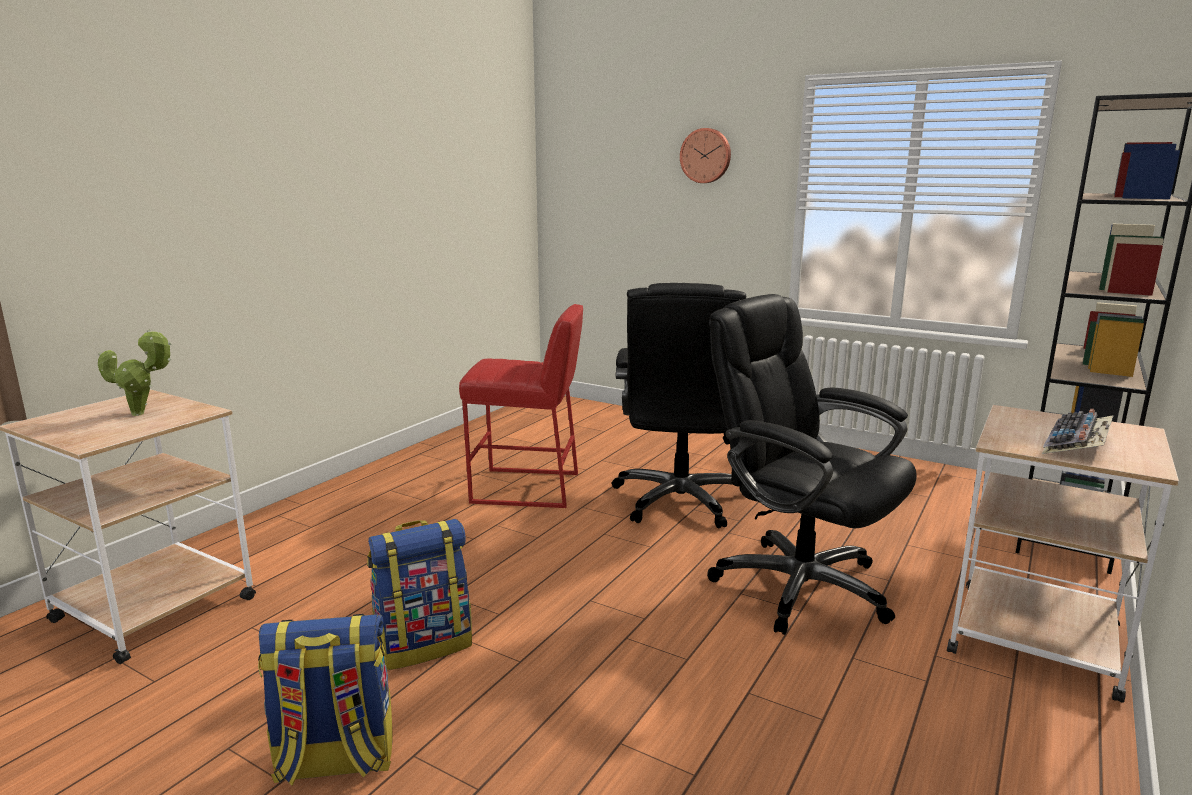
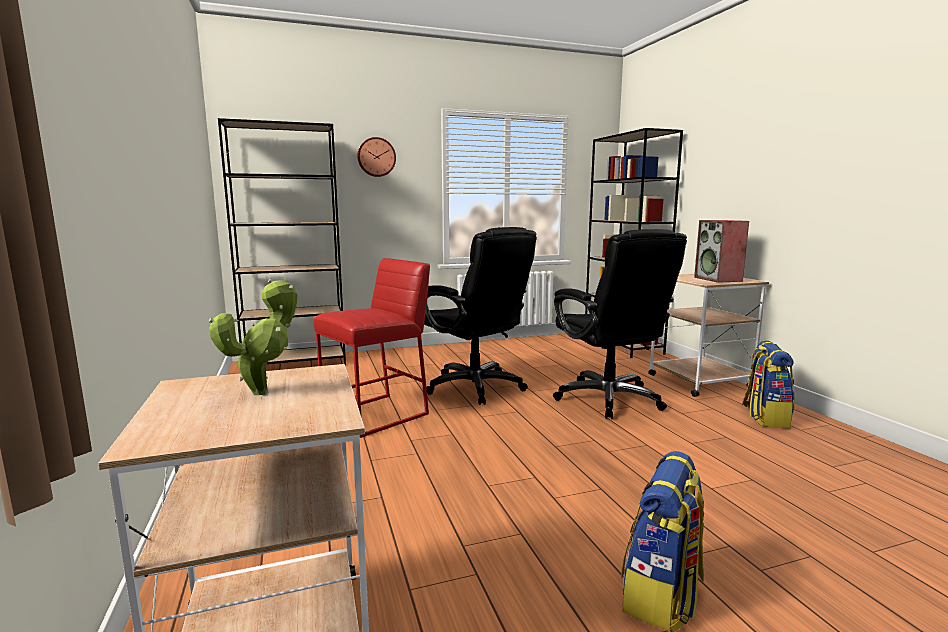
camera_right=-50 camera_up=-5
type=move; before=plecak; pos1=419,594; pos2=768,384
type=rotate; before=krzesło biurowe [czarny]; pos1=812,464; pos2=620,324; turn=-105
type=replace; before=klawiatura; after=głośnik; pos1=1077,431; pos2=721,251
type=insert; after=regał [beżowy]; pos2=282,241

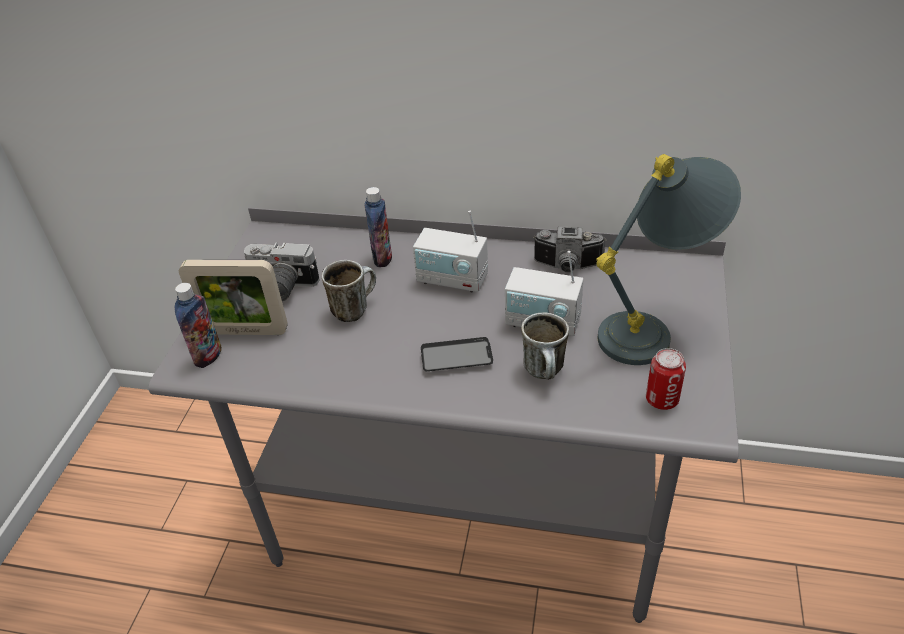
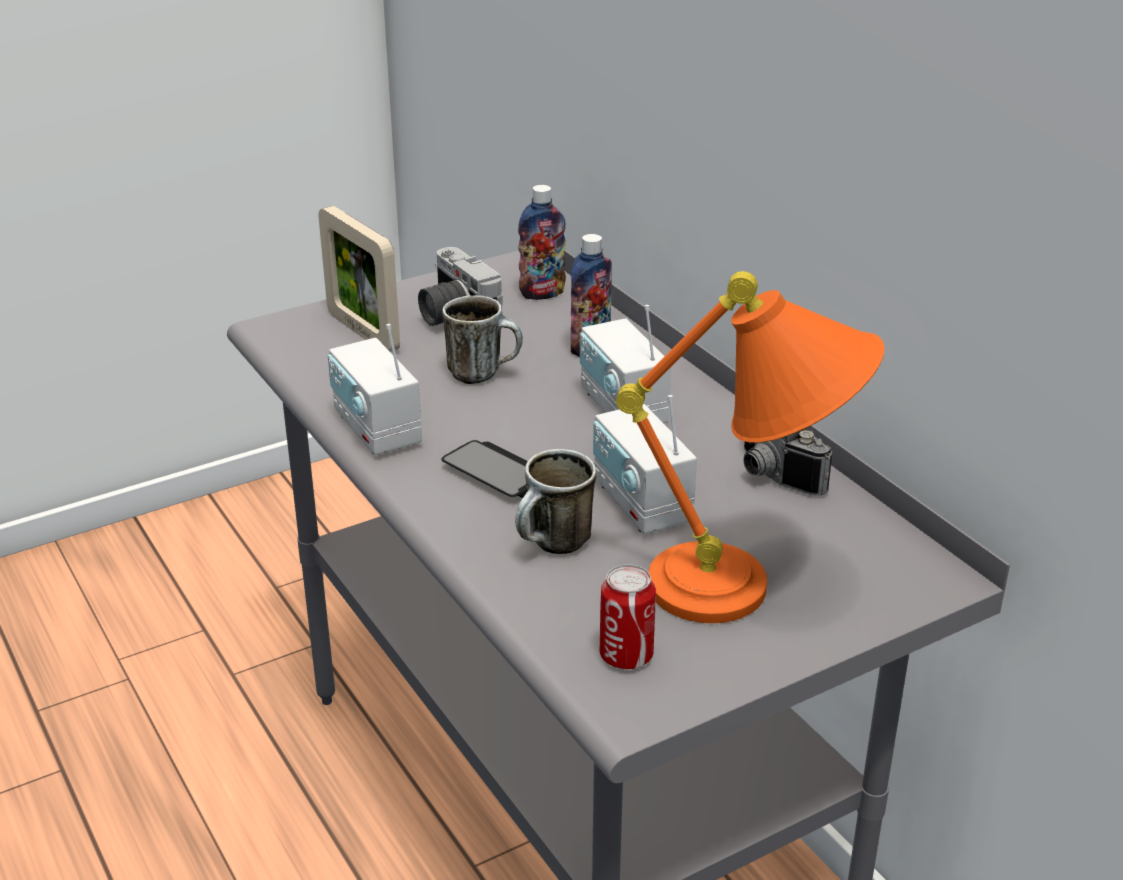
camera_right=45 camera_up=-10
type=move; before=butelka; pos1=198,325; pos2=542,242
type=recolor; before=lampa stołowa [szary]; after=lampa stołowa [pomarańczowy]; pos1=668,259; pos2=750,447
type=insert; after=radio; pos2=375,389

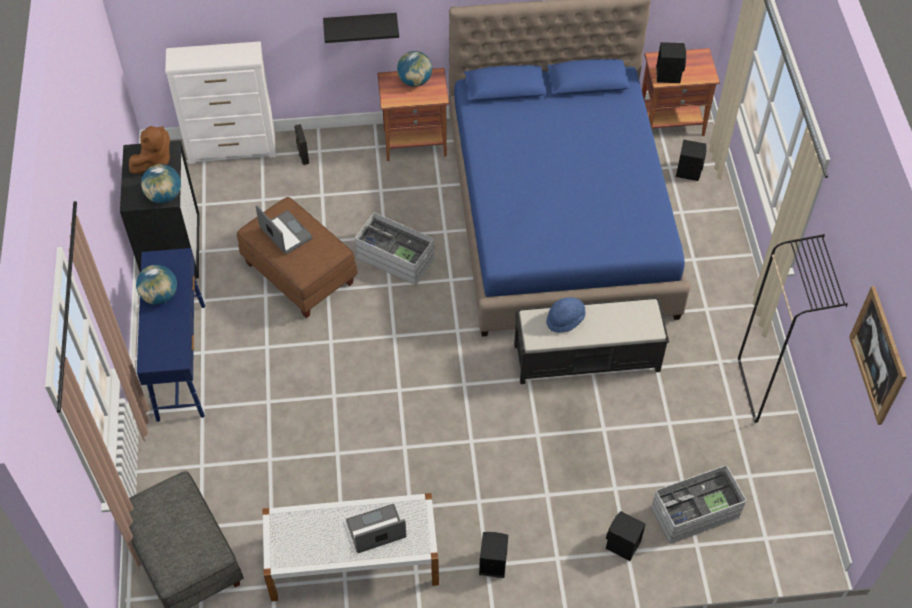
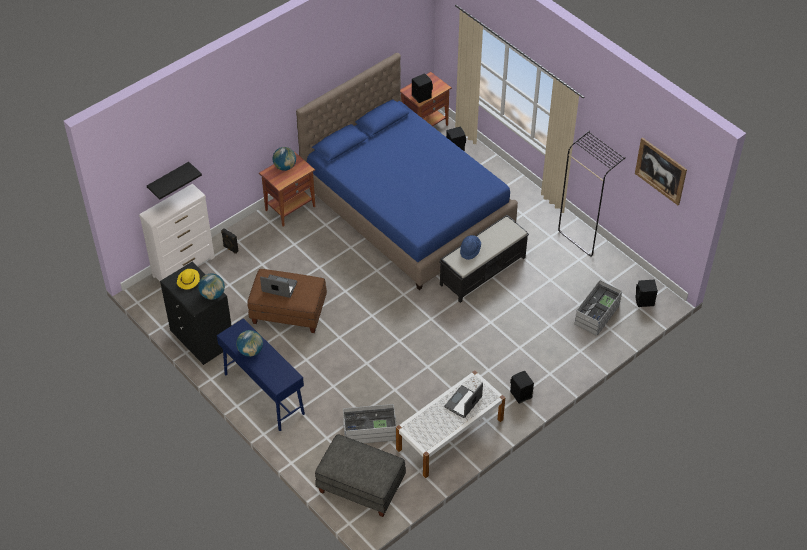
camera_right=-35 camera_up=-5
type=replace; before=pluszak [brązowy]; after=kapelusz [żółty]; pos1=149,150; pos2=188,279
type=move; before=półka [czarny]; pos1=361,28; pos2=174,181
type=move; before=pojemnik do przechowywania [szary]; pos1=395,249; pos2=369,423
type=move; before=głośnik [czarny]; pos1=626,536; pos2=647,293

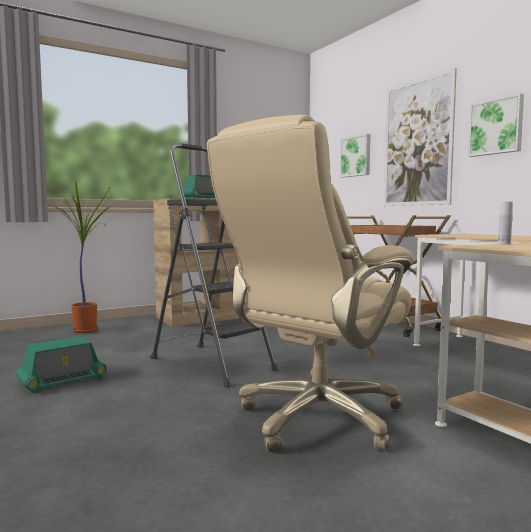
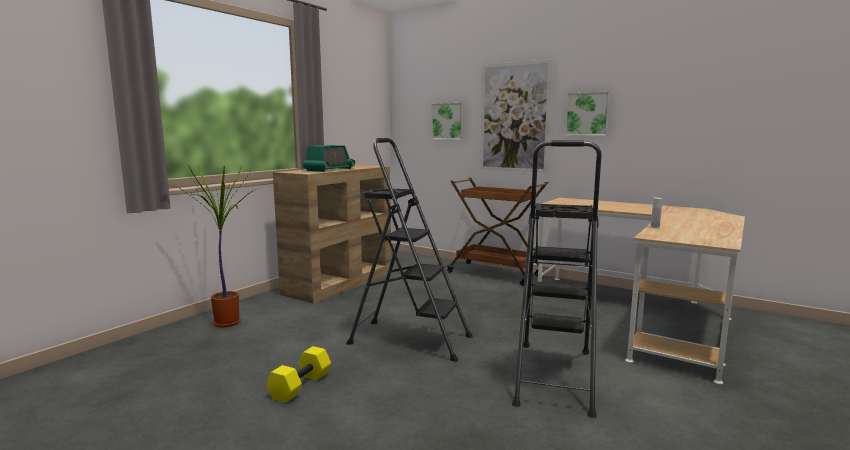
camera_right=-25 camera_up=5
type=replace; before=radio; after=hantel [żółty]; pos1=61,364; pos2=298,374
type=replace; before=krzesło biurowe [beżowy]; after=drabinka; pos1=310,284; pos2=556,279

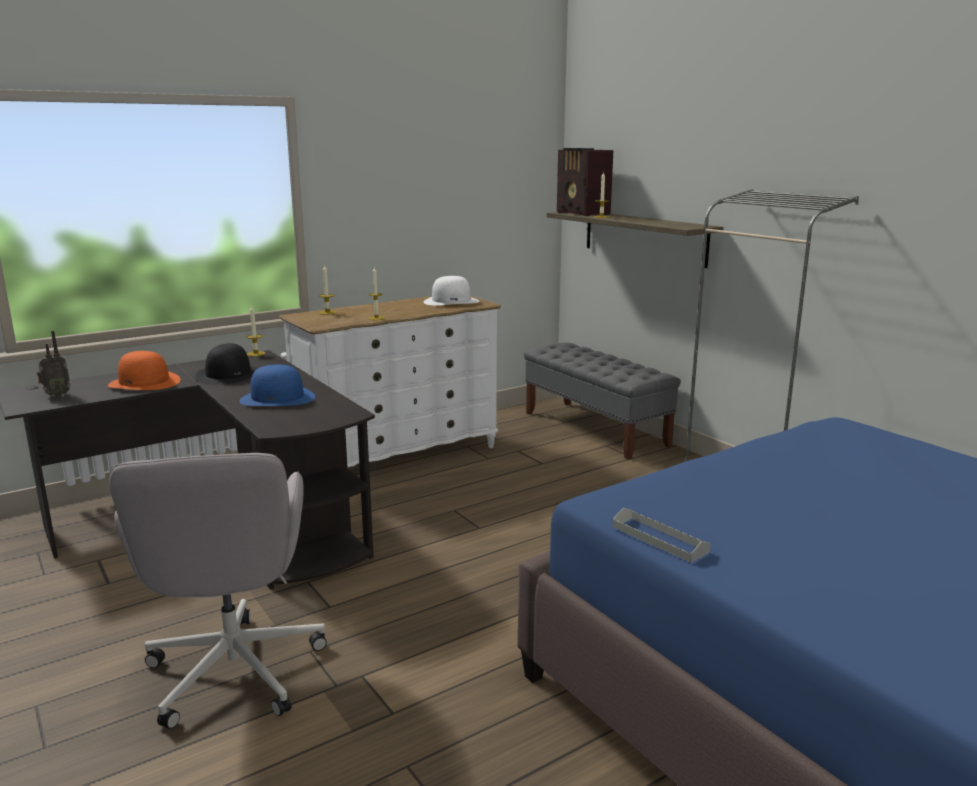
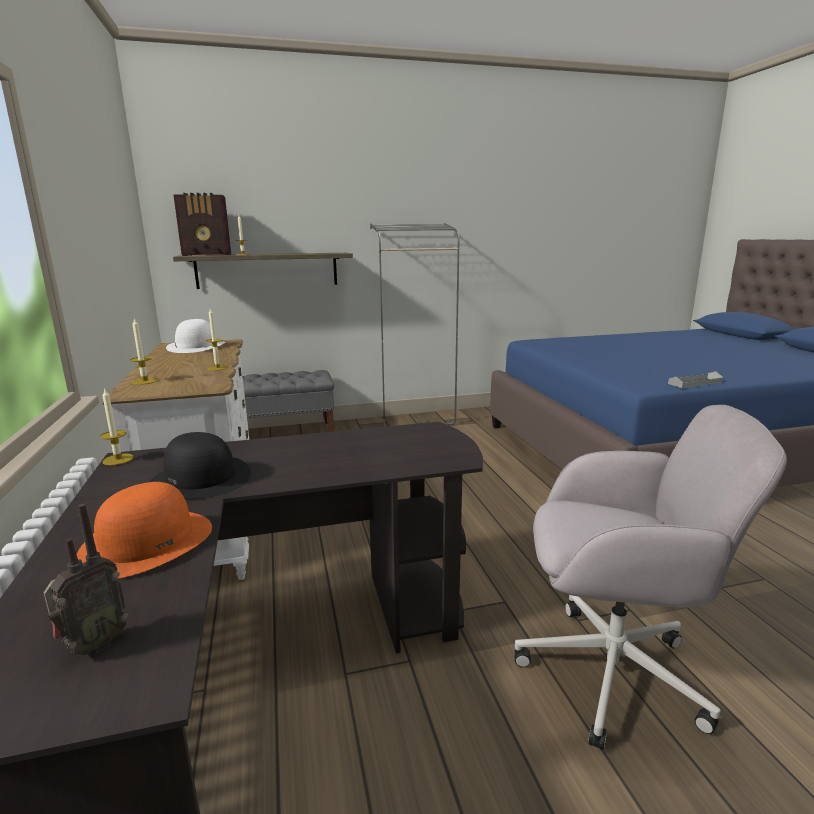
camera_right=-70 camera_up=0
type=rotate; before=radio; pos1=53,364; pos2=85,579; turn=45
type=delete; before=kapelusz [niebieski]; pos1=277,385

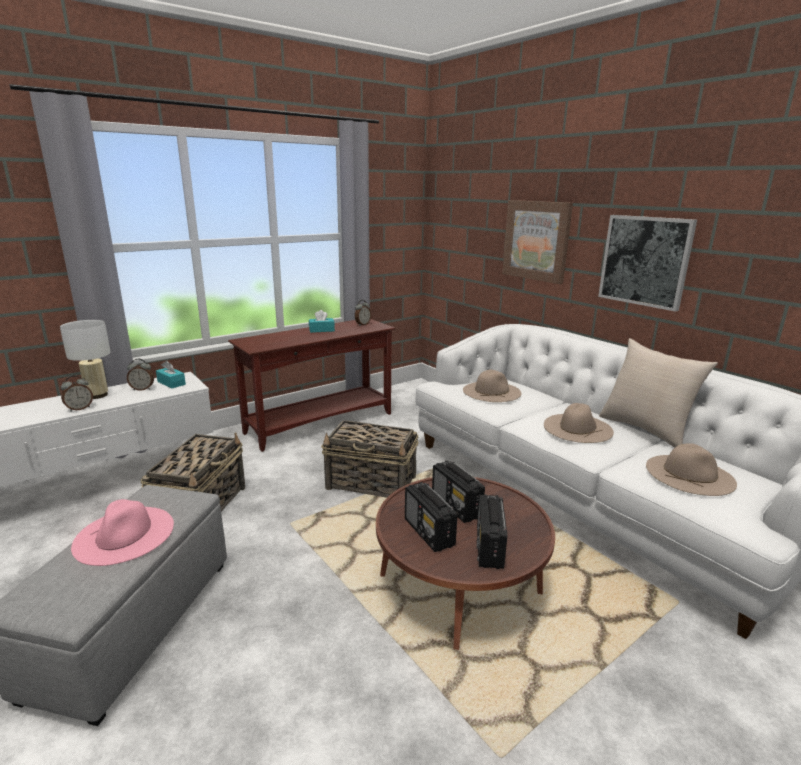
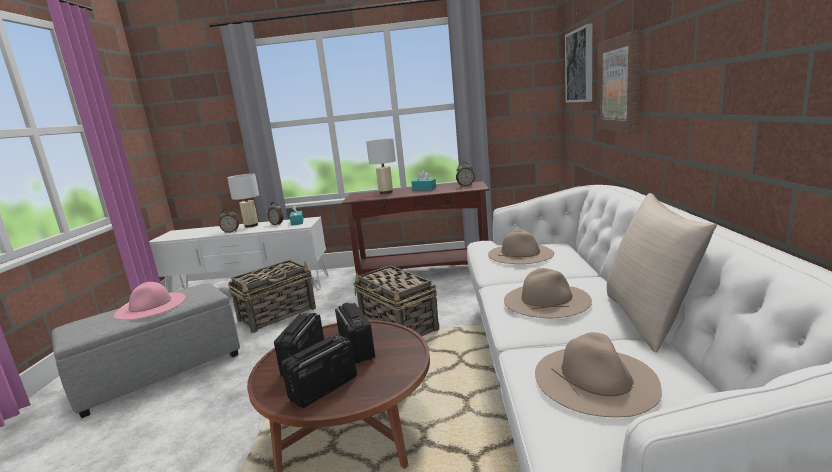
camera_right=40 camera_up=-5
type=rotate; before=radio; pos1=458,492; pos2=355,333; turn=150
type=move; before=obraz; pos1=647,263; pos2=578,62
type=insert; after=lampa stołowa [biały]; pos2=381,166

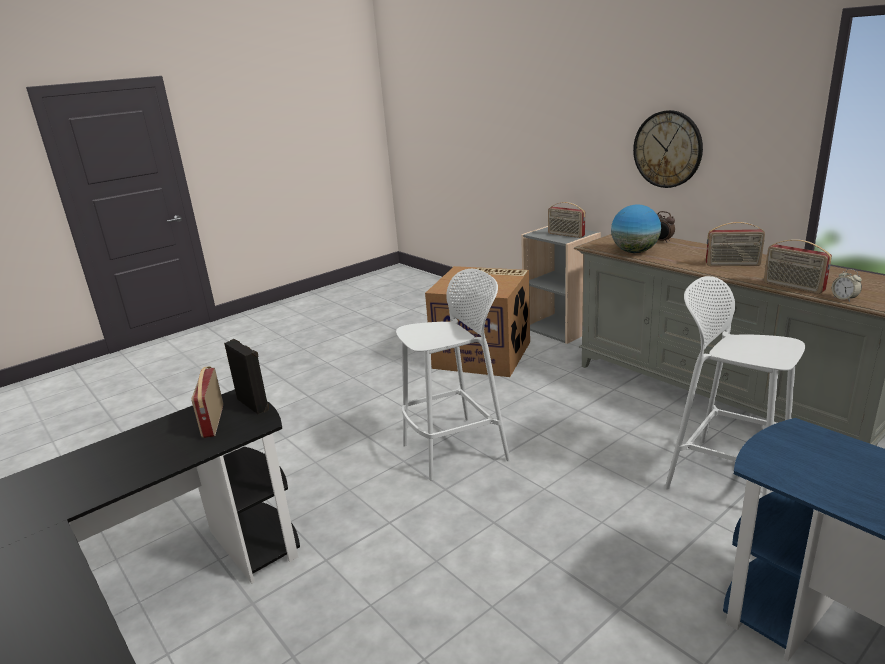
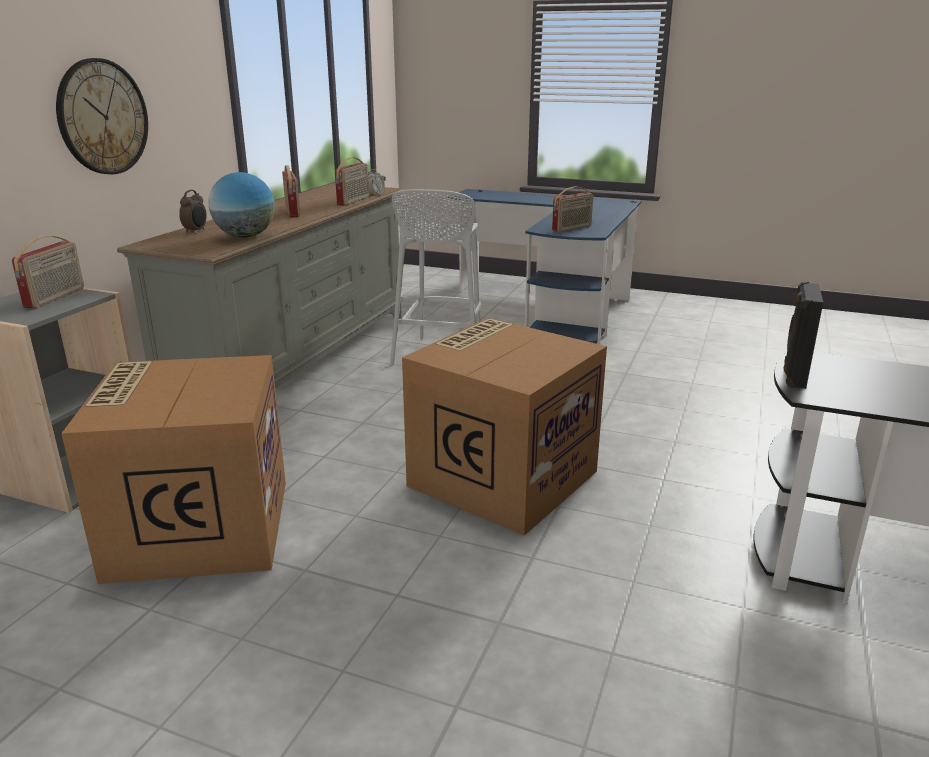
camera_right=-120 camera_up=0
type=move; before=radio; pos1=207,402; pos2=572,209
type=replace; before=stołek [biały]; after=karton; pos1=453,374; pos2=504,427

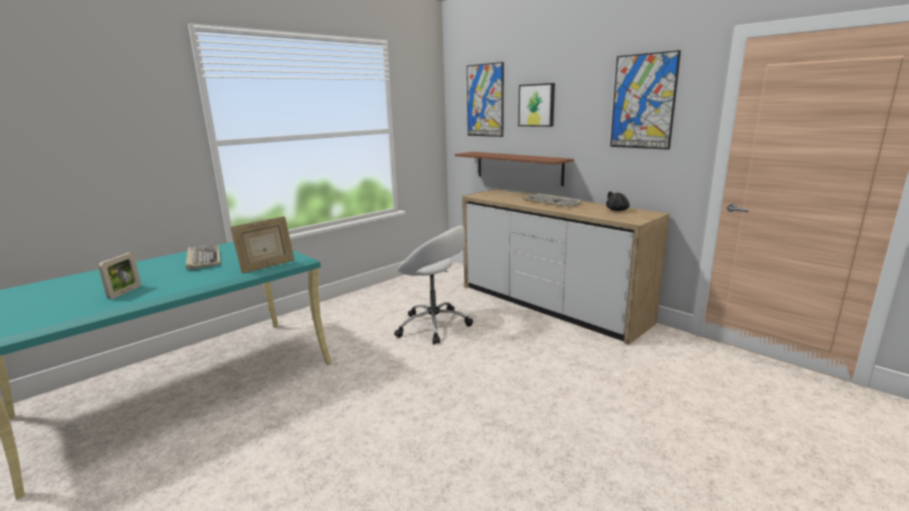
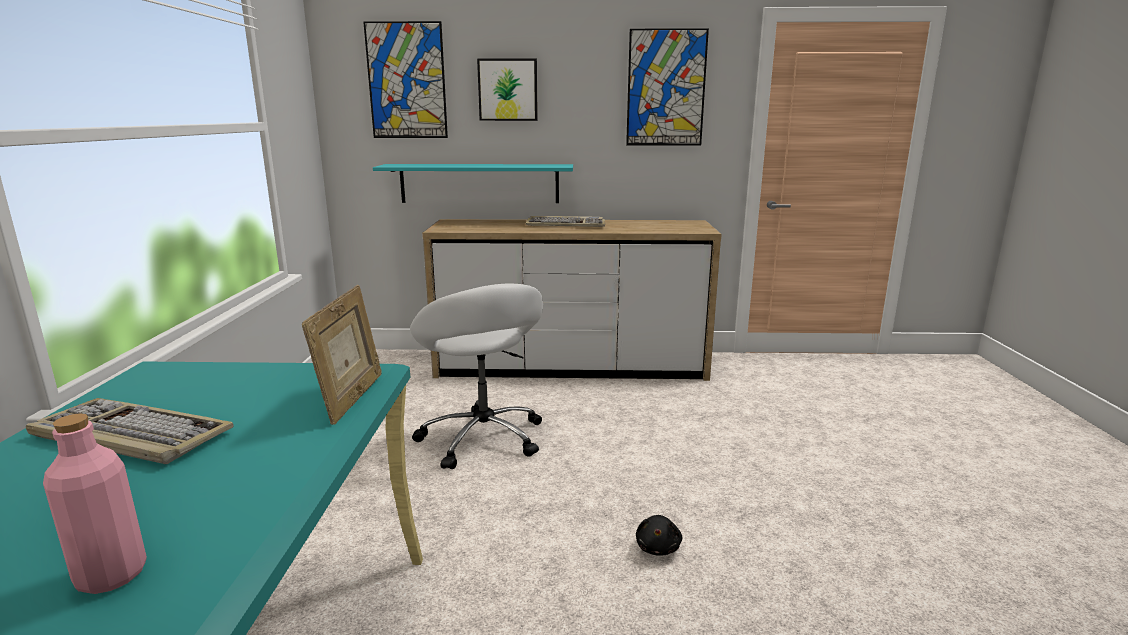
camera_right=-45 camera_up=0
type=replace; before=ramka na zdjęcie; after=butelka [różowy]; pos1=119,276; pos2=95,503
type=rotate; before=krzesło biurowe [biały]; pos1=433,285; pos2=476,376; turn=75
type=recolor; before=półka [brązowy]; after=półka [turkusowy]; pos1=514,169; pos2=473,183
type=move; before=pluszak [czarny]; pos1=618,201; pos2=659,535

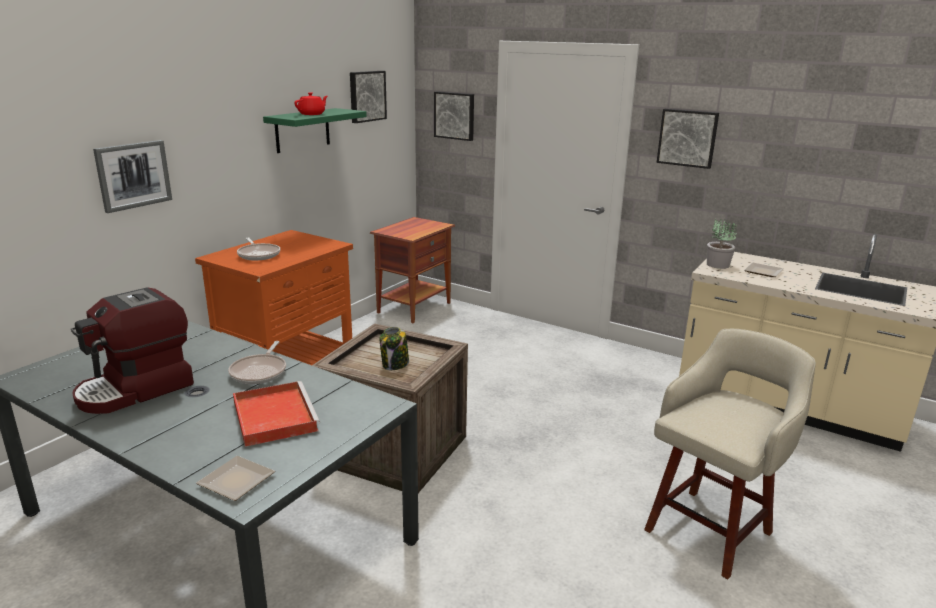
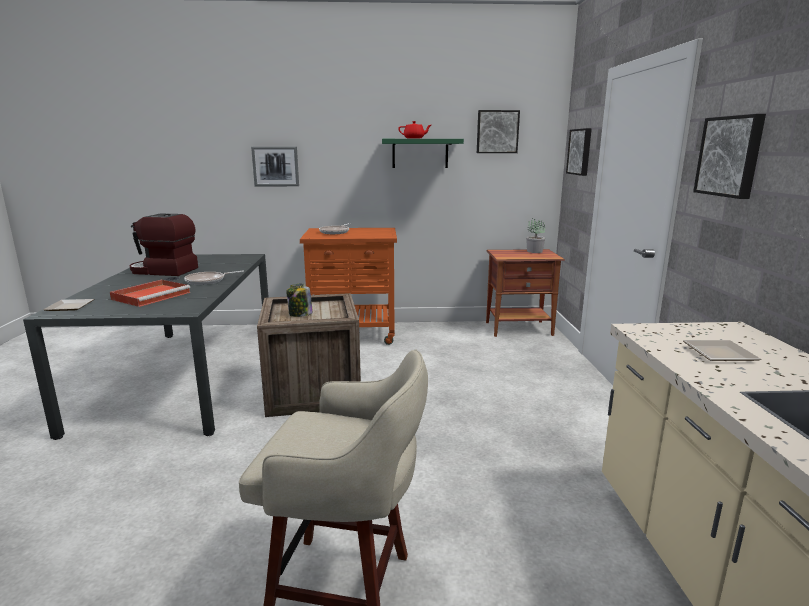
camera_right=55 camera_up=-5
type=move; before=roślina doniczkowa; pos1=722,244; pos2=536,235

